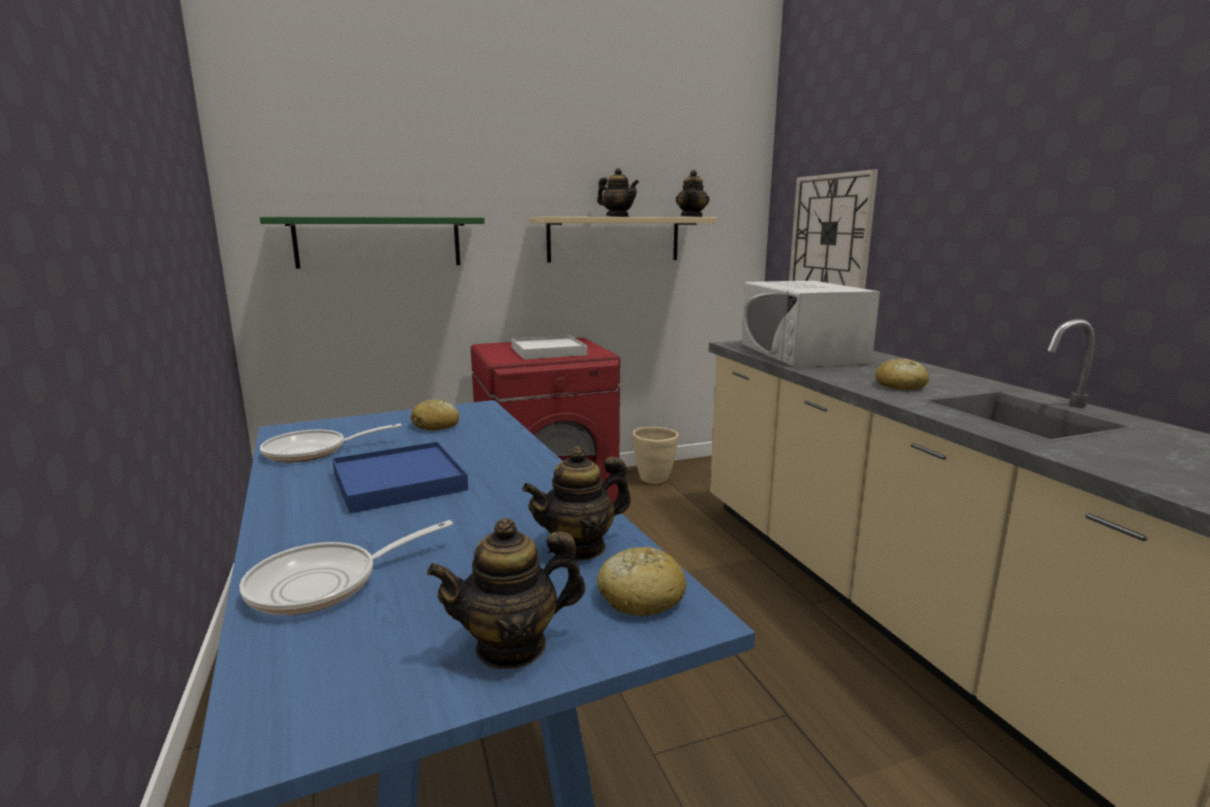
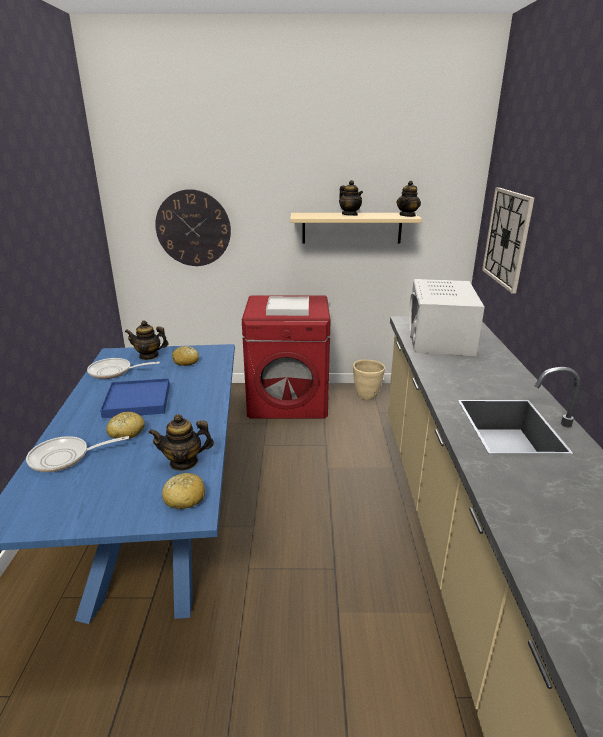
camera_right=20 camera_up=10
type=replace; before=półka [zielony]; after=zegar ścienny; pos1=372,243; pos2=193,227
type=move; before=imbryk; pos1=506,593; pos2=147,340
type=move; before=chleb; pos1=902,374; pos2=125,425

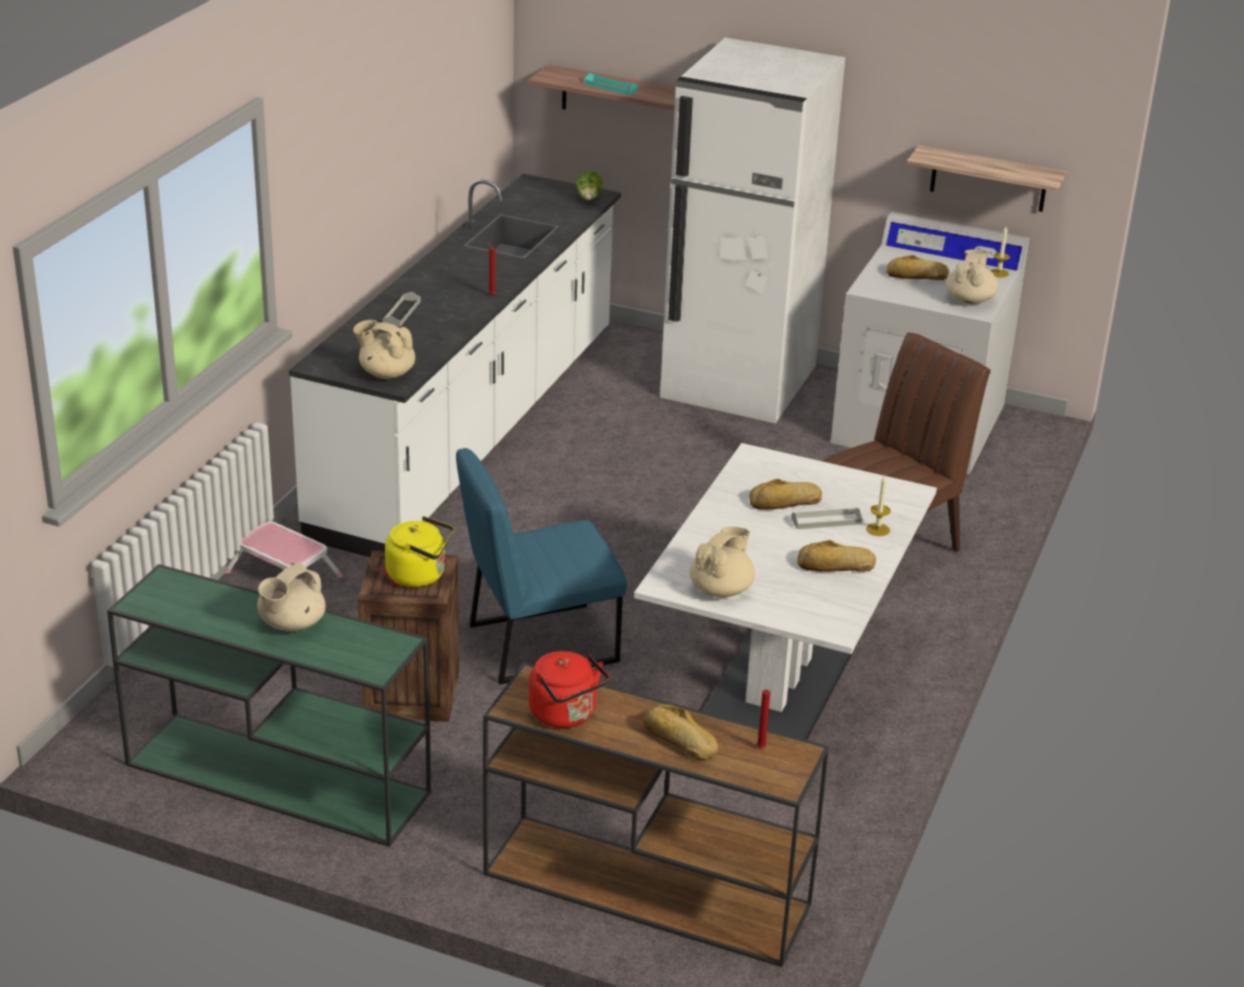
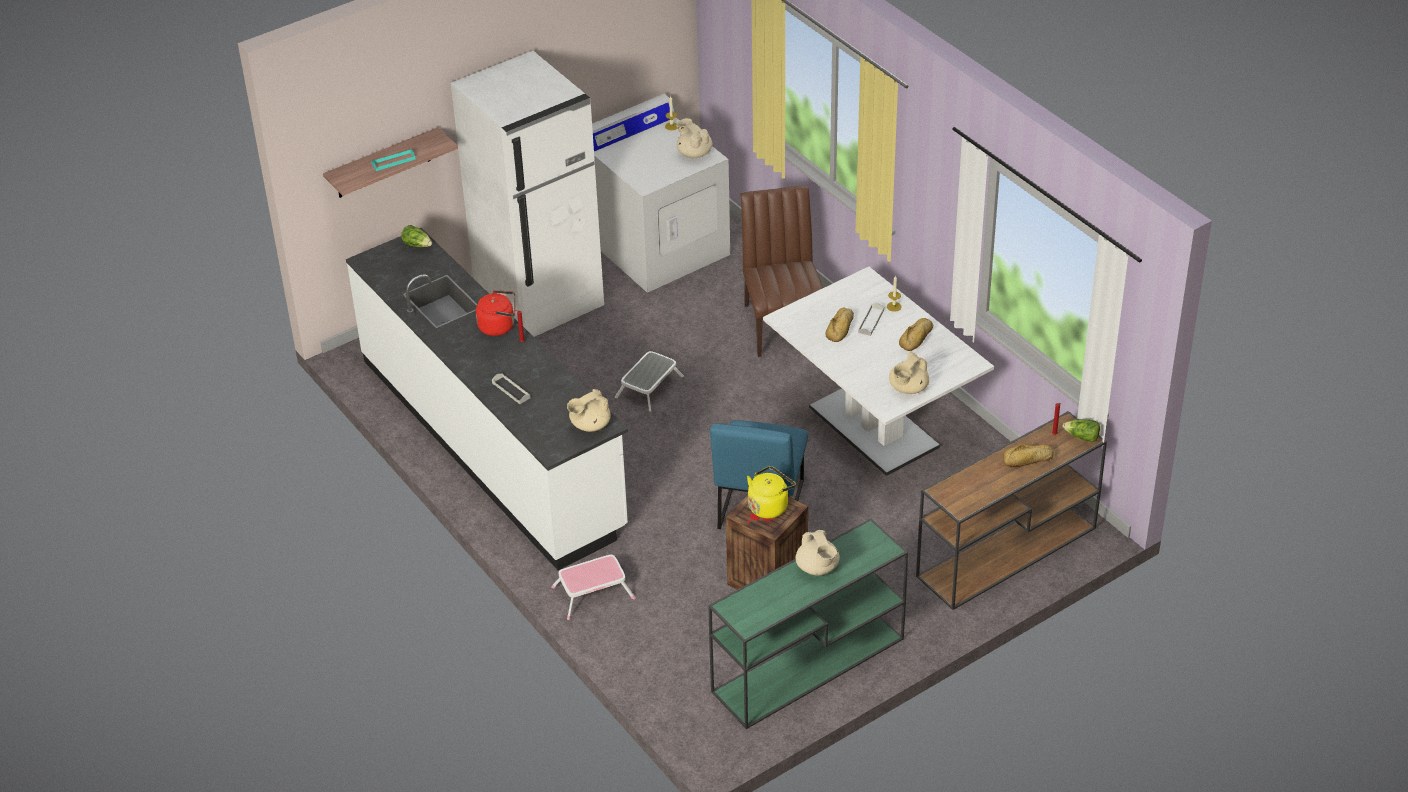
camera_right=-55 camera_up=10
type=move; before=czajnik [czerwony]; pos1=569,689; pos2=495,313
type=rotate; before=imbryk [beżowy]; pos1=722,562; pos2=909,373; turn=-120
type=delete; before=chleb; pos1=917,267
type=delete; before=półka; pos1=987,178
type=insert; after=drabinka [szary]; pos2=649,383
type=insert; after=sałata; pos2=1081,430

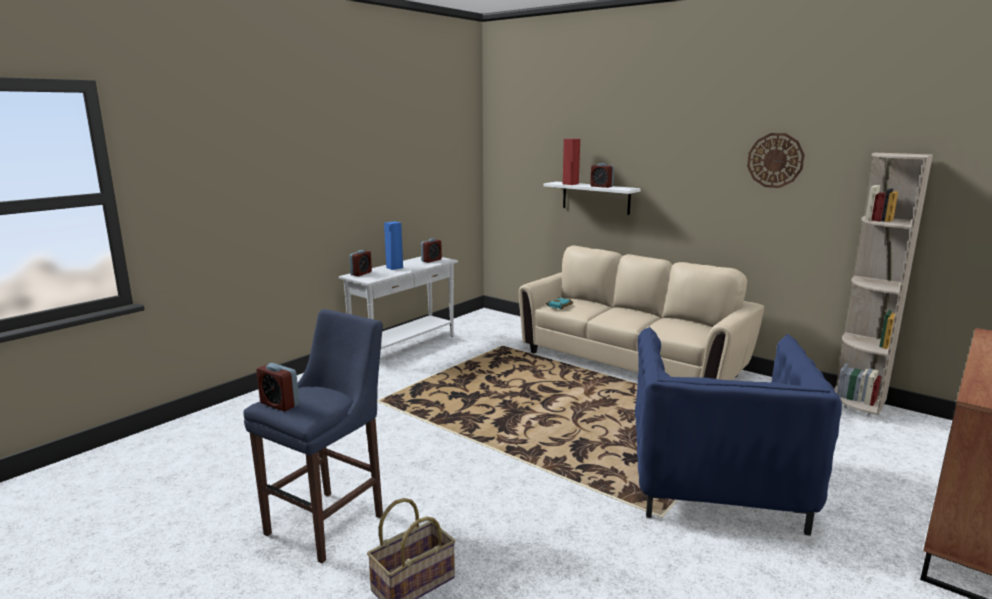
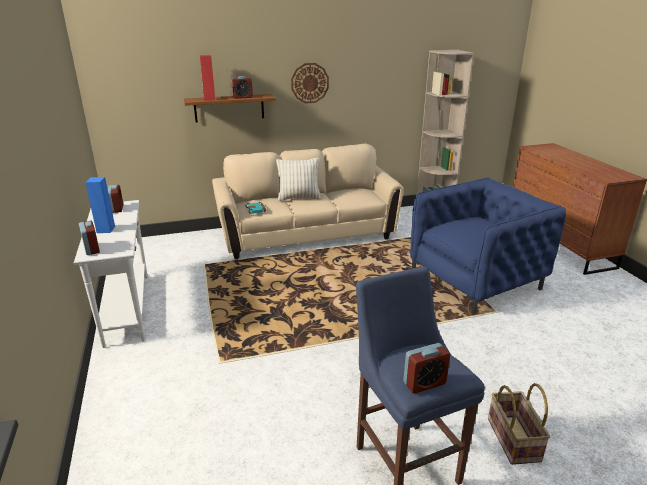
camera_right=-55 camera_up=10
type=recolor; before=półka [biały]; after=półka [brązowy]; pos1=592,198; pos2=230,108
type=rotate; before=fotel [niebieski]; pos1=738,431; pos2=488,246; turn=-75
type=move; before=zegar ścienny; pos1=776,160; pos2=310,83
type=insert; after=poduszka; pos2=298,179

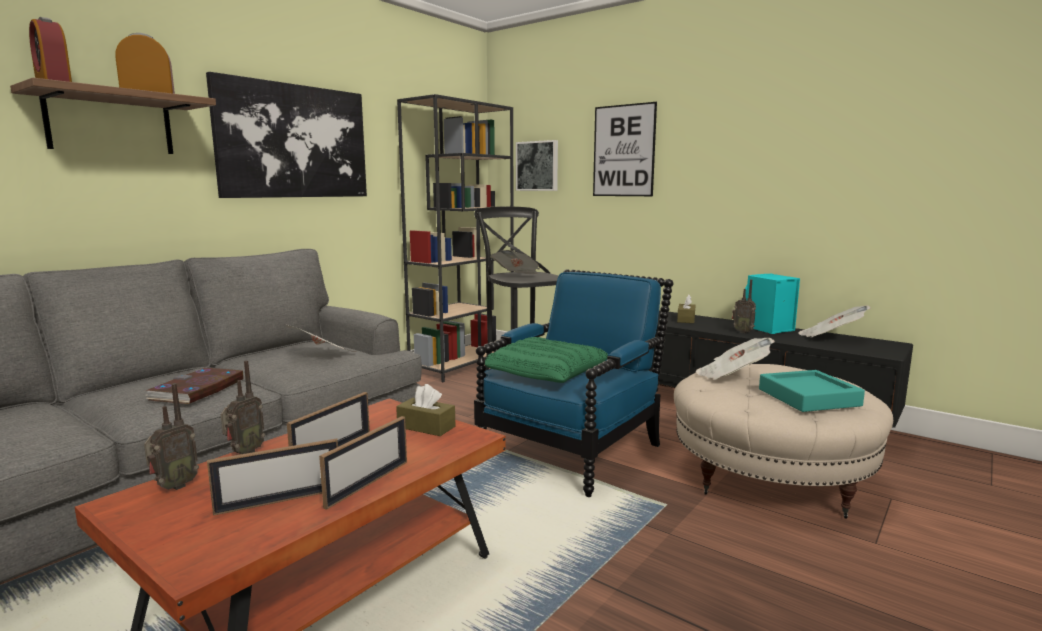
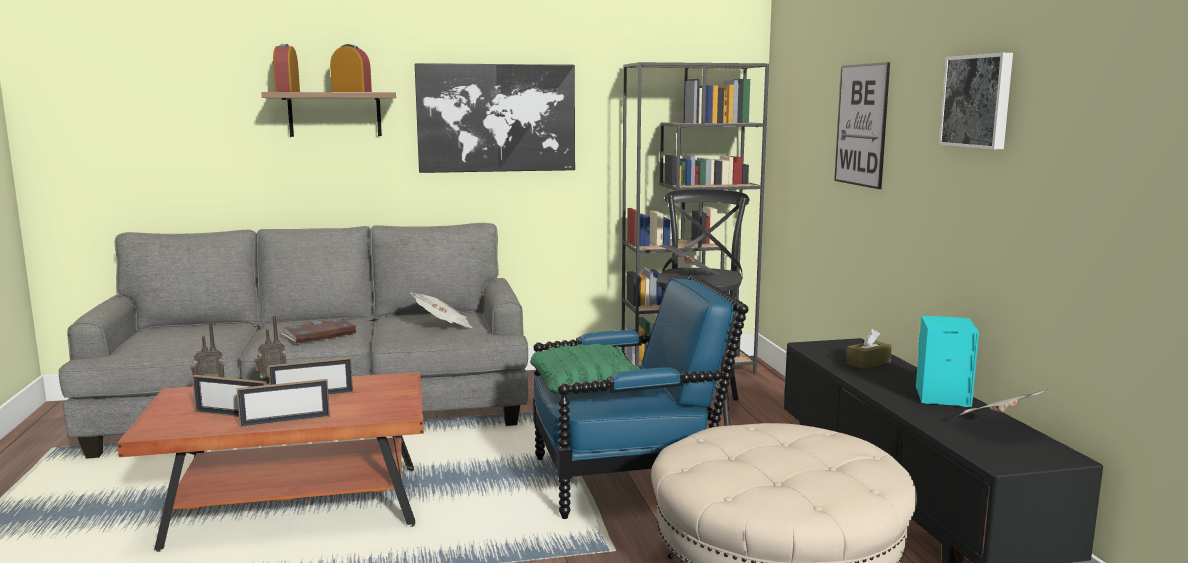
camera_right=40 camera_up=0
type=delete; before=pudełko chusteczek [brązowy]; pos1=425,410
type=move; before=obraz; pos1=537,165; pos2=976,101
type=delete; before=gazeta; pos1=735,359
type=delete; before=radio; pos1=744,306
type=delete; before=taca [turkusowy]; pos1=812,391

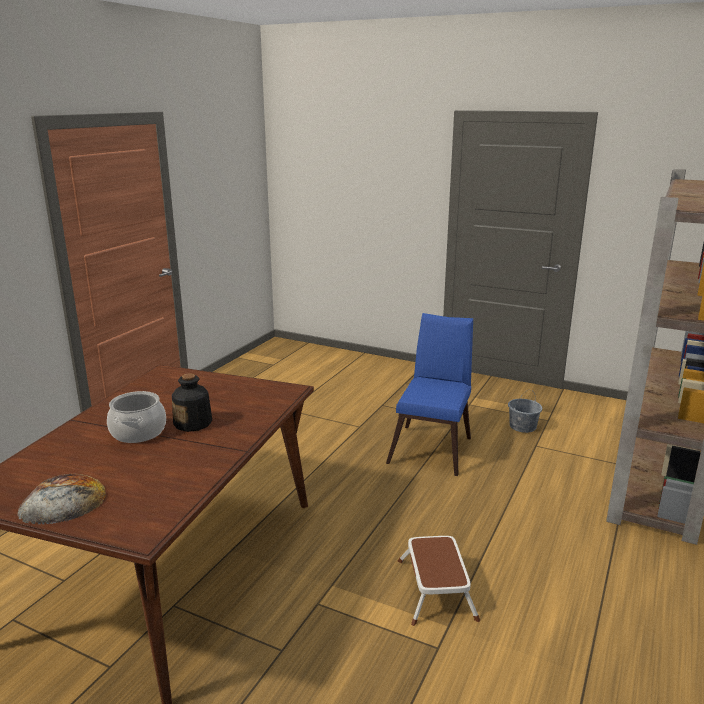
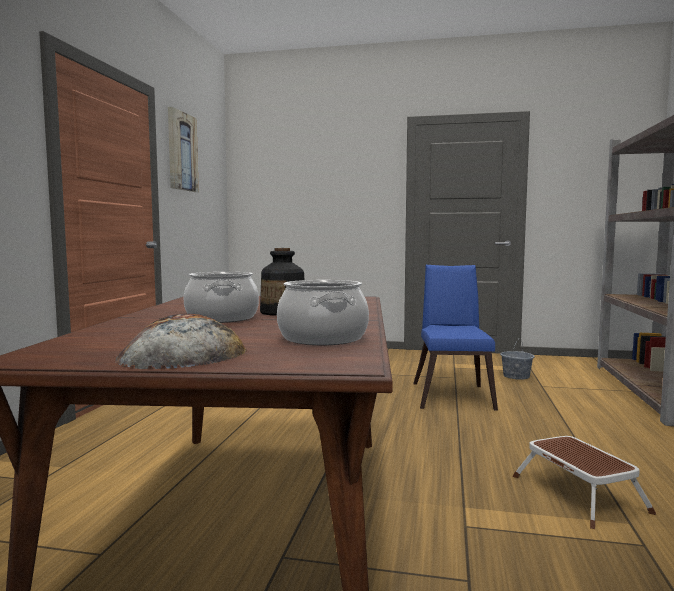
camera_right=-15 camera_up=-15
type=insert; after=obraz; pos2=183,149
type=insert; after=garnek; pos2=323,312

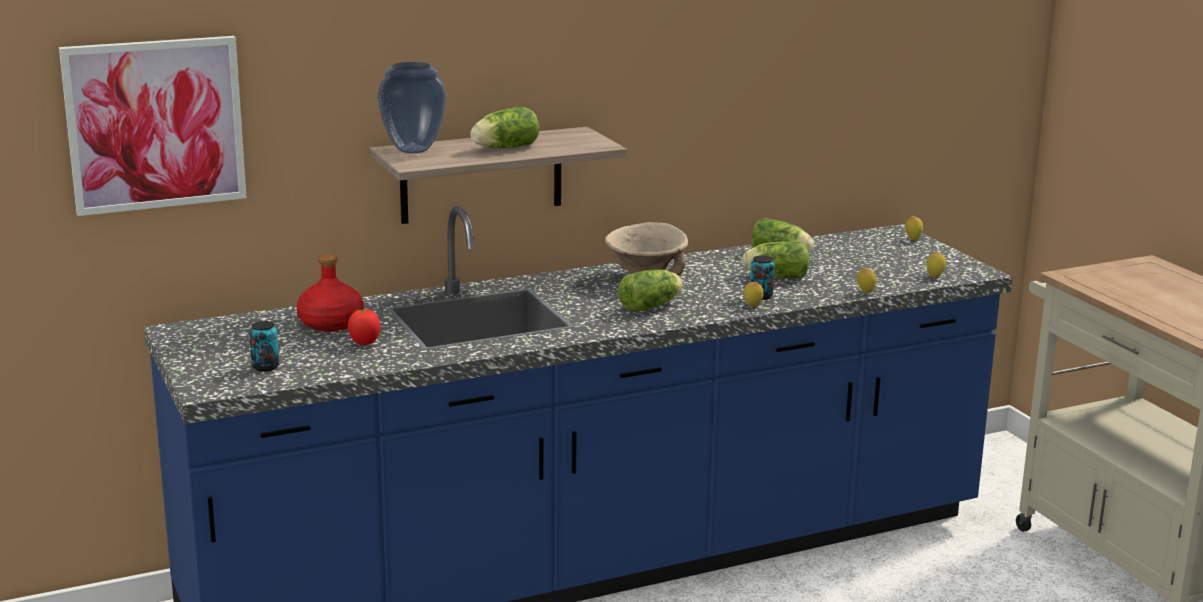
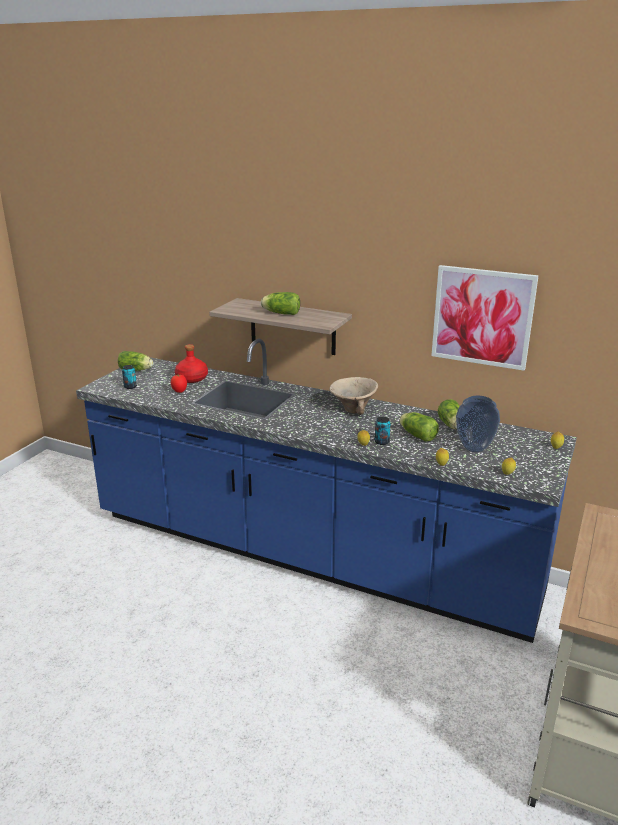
camera_right=50 camera_up=5
type=move; before=obraz; pos1=152,126; pos2=485,318
type=move; before=wazon; pos1=411,107; pos2=478,424
type=move; before=sałata; pos1=650,290; pos2=135,361

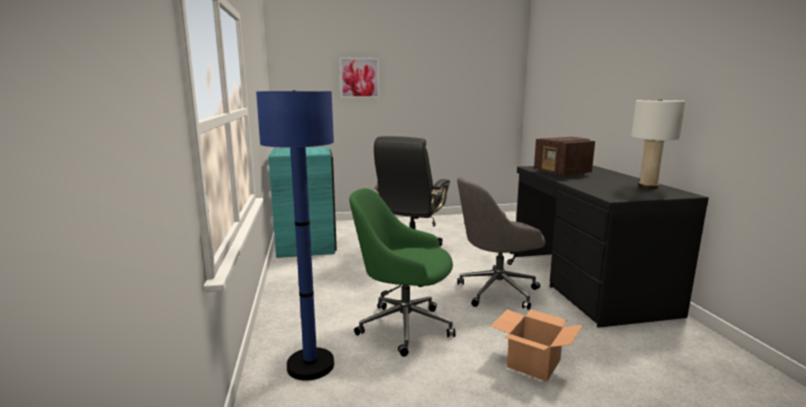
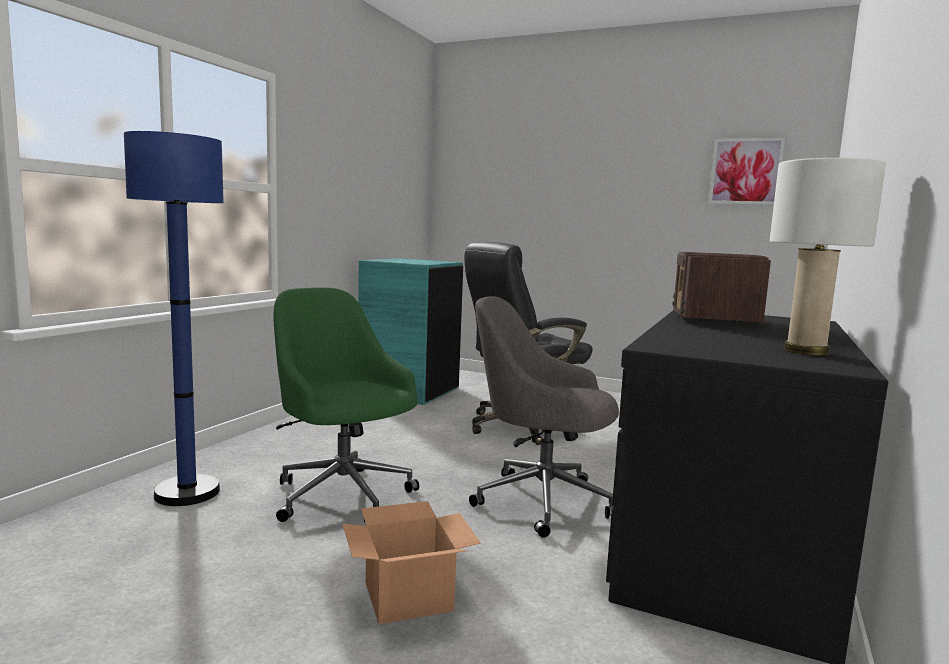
camera_right=35 camera_up=-5
type=move; before=obraz; pos1=359,77; pos2=747,171

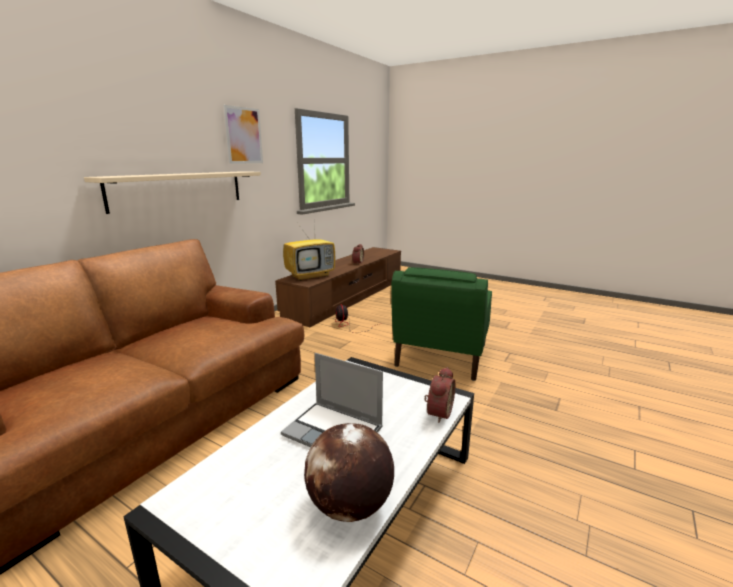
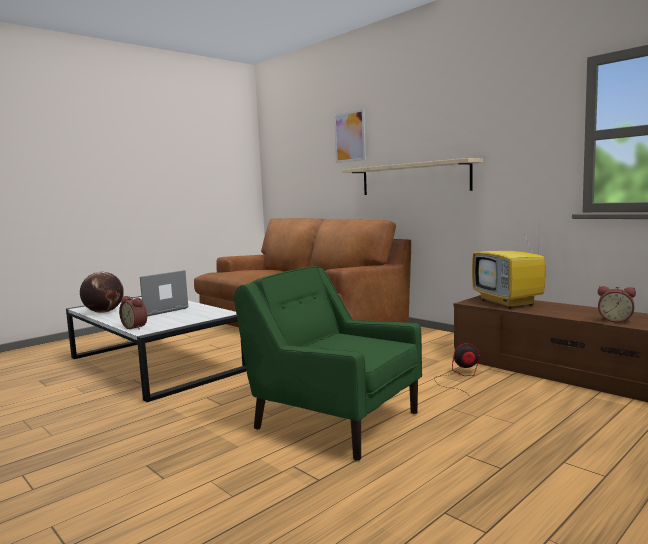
camera_right=105 camera_up=-10
type=move; before=obraz; pos1=243,134; pos2=350,136

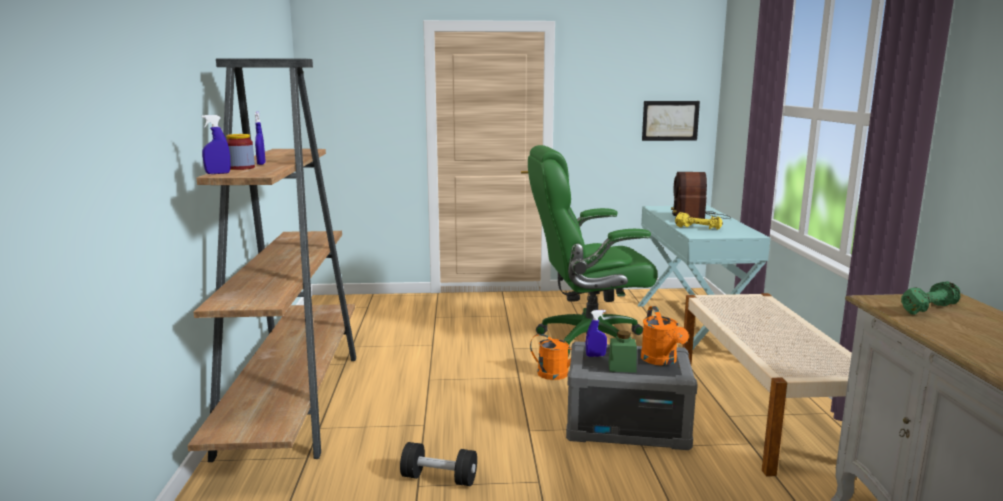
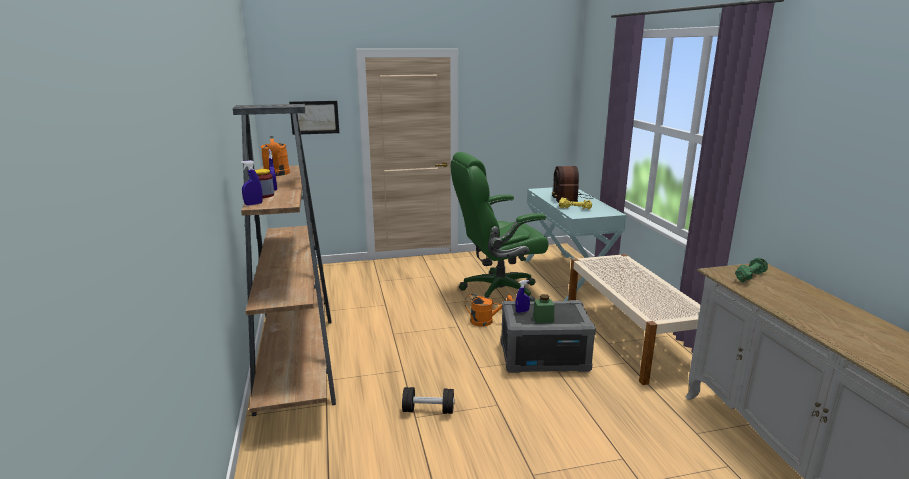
camera_right=-10 camera_up=5
type=move; before=konewka [pomarańczowy]; pos1=665,336; pos2=275,156
type=move; before=obraz; pos1=671,121; pos2=314,118

